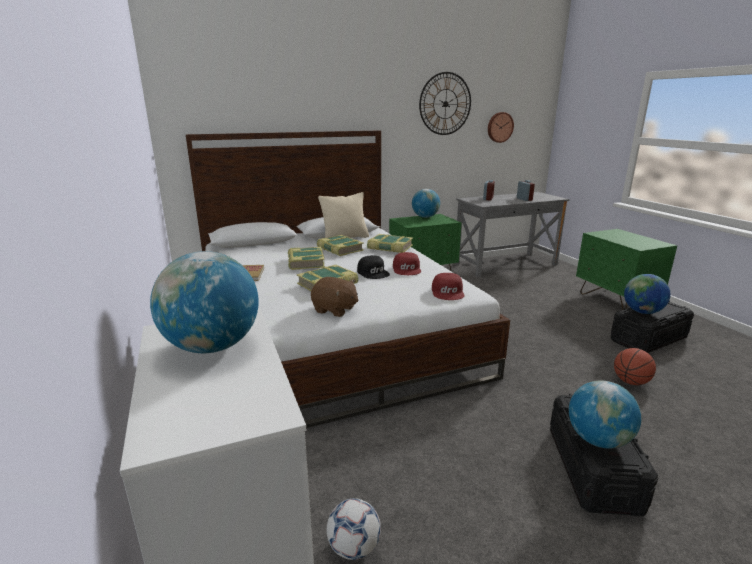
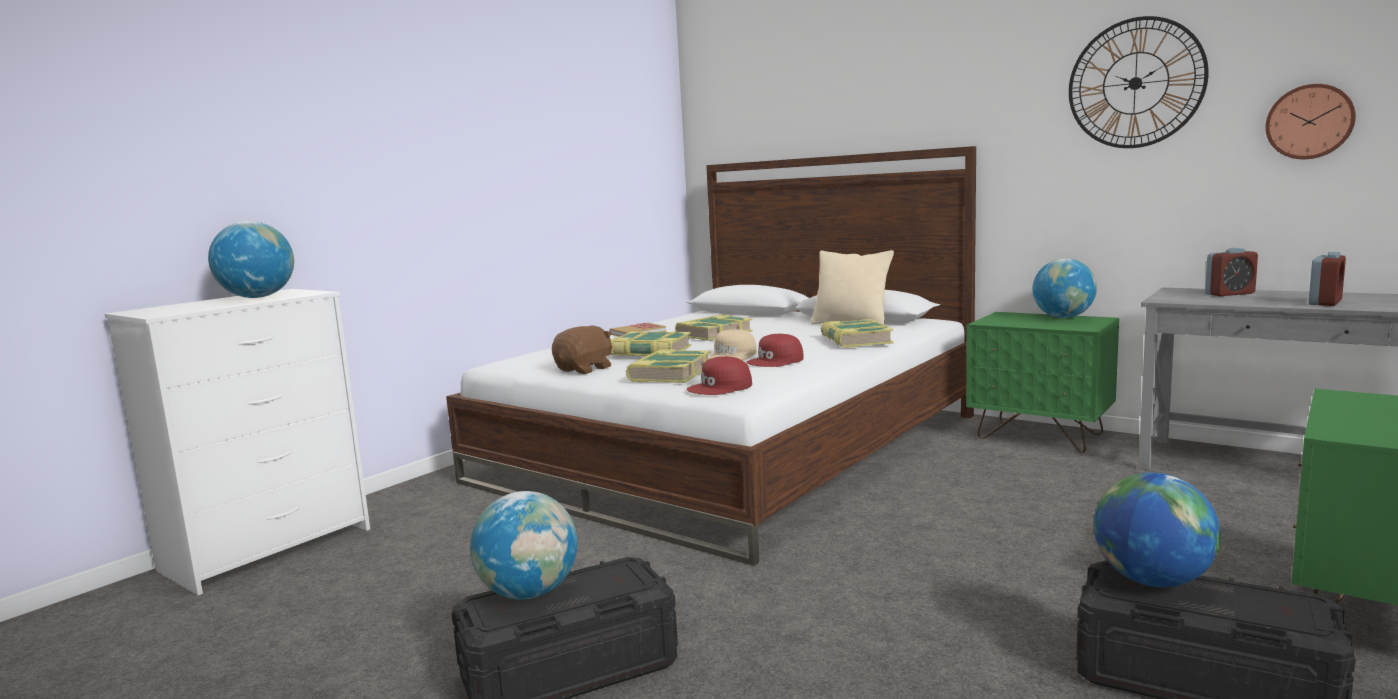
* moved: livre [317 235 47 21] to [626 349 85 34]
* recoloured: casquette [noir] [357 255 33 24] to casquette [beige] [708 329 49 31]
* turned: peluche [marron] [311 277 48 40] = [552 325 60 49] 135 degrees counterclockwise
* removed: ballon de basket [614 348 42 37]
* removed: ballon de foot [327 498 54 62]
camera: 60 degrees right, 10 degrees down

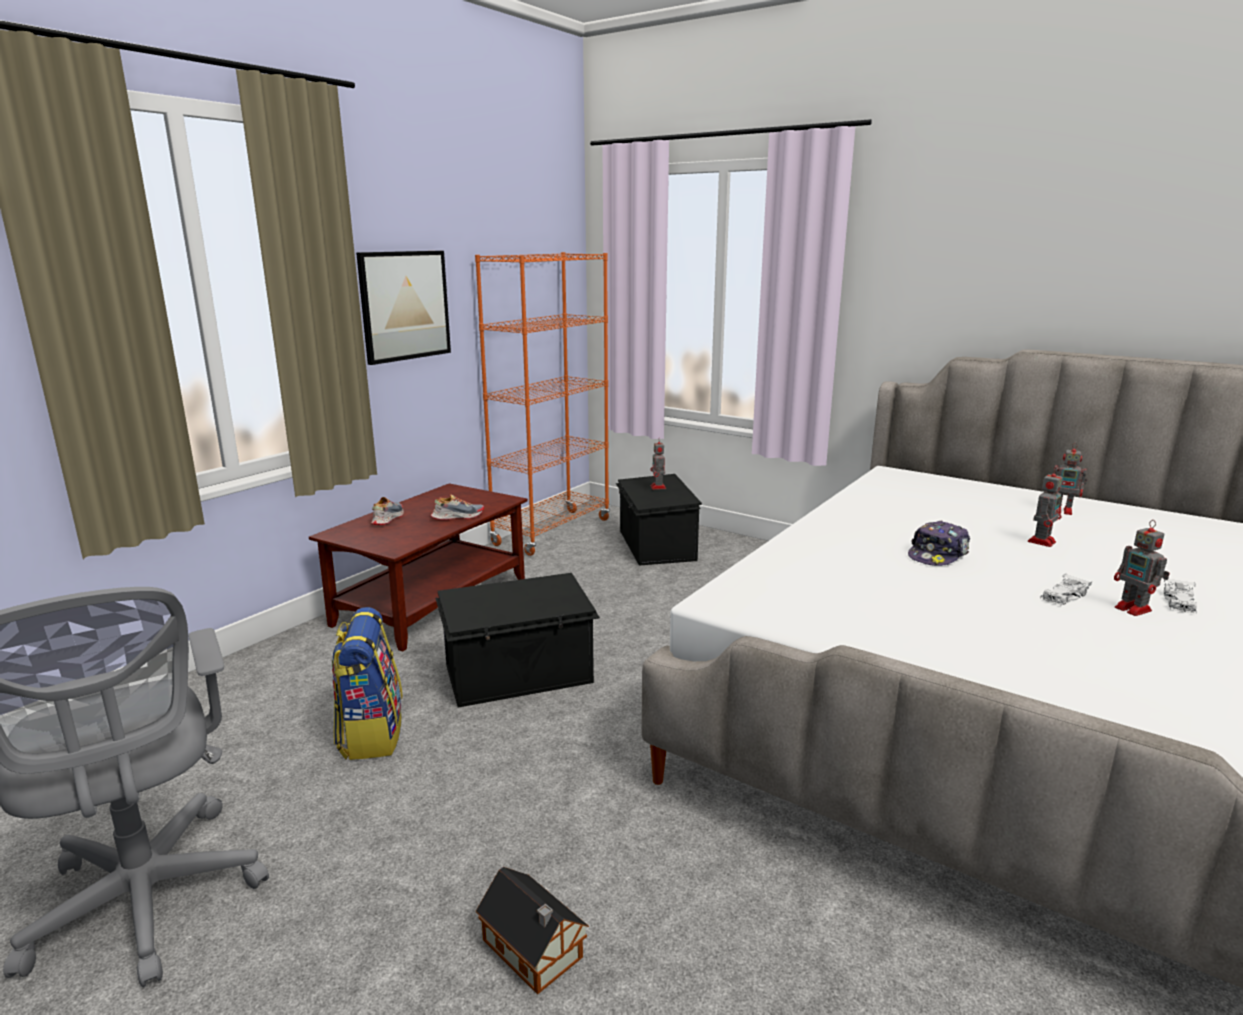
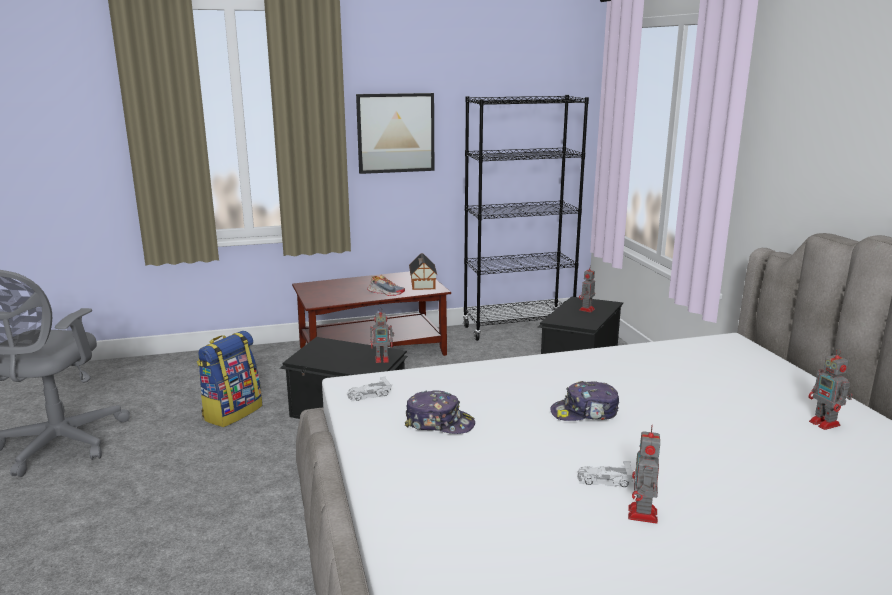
* recoloured: bibliothèque [orange] [475 252 135 304] to bibliothèque [noir] [463 95 126 246]
* moved: robot jouet [1028 467 35 80] to [370 308 24 55]
* removed: chaussure [371 497 33 28]
* moved: petite voiture [blanc] [1164 579 33 35] to [347 376 45 26]
* moved: maison miniature [476 867 113 127] to [409 253 28 37]
* added: casquette [405 390 70 44]
camera: 40 degrees right, 0 degrees up

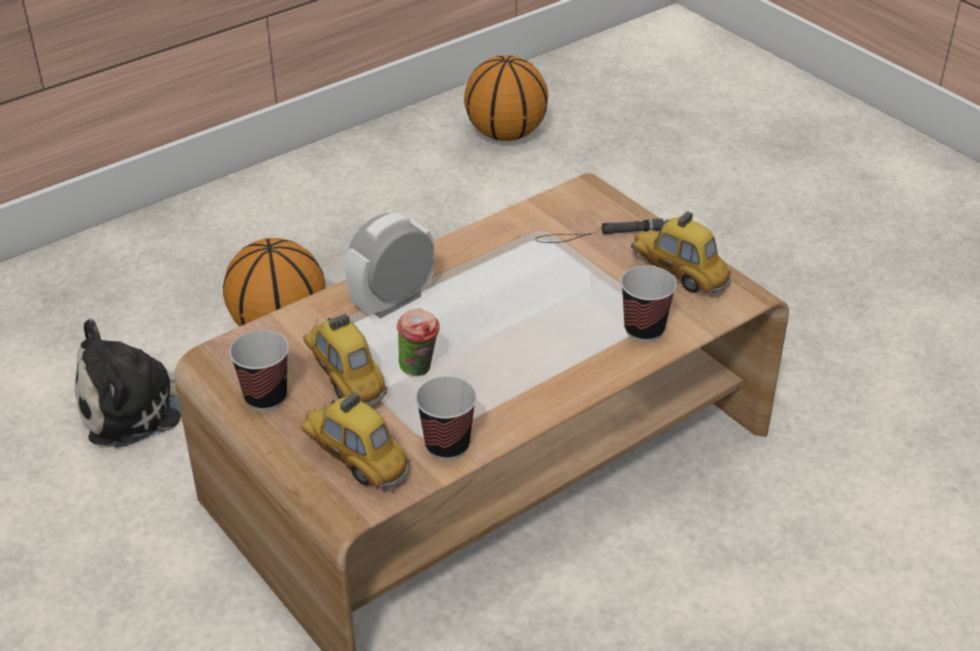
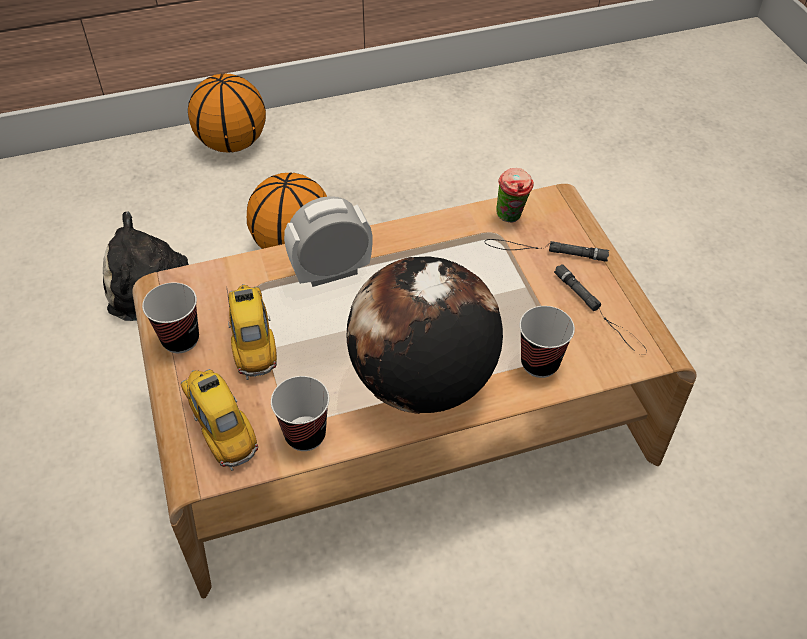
* moved: ballon de basket [464 55 84 86] to [188 73 78 80]
* replaced: petite voiture [631 211 101 85] to lampe de poche [noir] [554 264 93 91]
* moved: tasse [397 308 43 68] to [496 168 38 55]
* added: globe [347 256 156 158]
camera: 20 degrees right, 10 degrees up

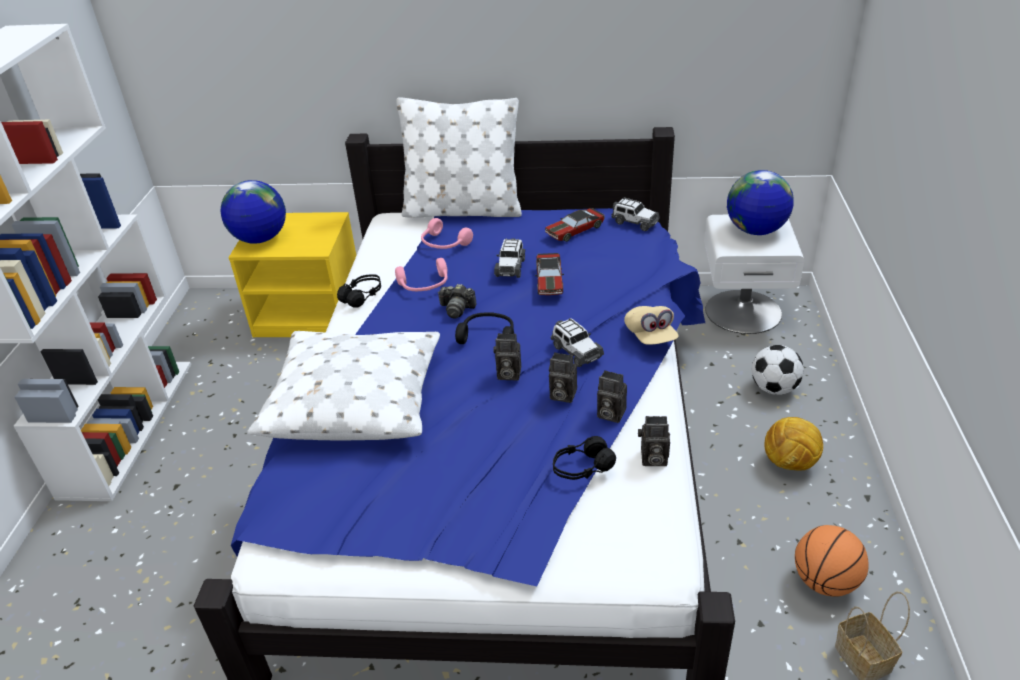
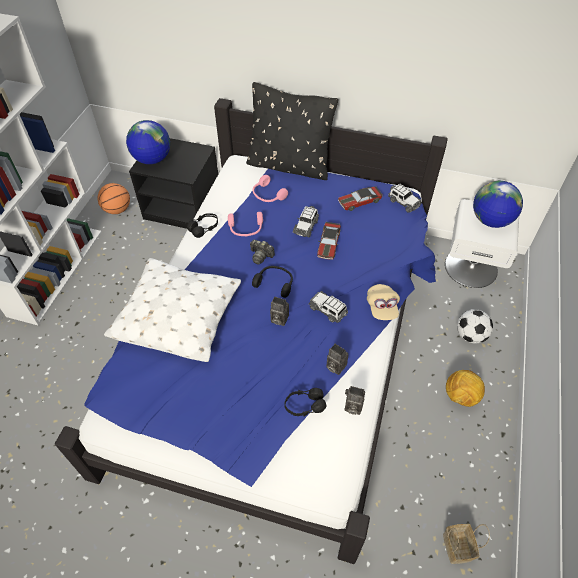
* recoloured: coussin [blanc] [396 97 126 121] to coussin [noir] [246 82 92 98]
* recoloured: table de chevet [jaune] [228 212 128 125] to table de chevet [noir] [129 138 89 91]
* turned: petite voiture [551 318 53 49] = [308 291 40 32] 150 degrees clockwise
* removed: appareil photo [549 353 28 50]
* moved: ballon de basket [795 525 73 72] to [98 183 32 31]
camera: 10 degrees right, 15 degrees up

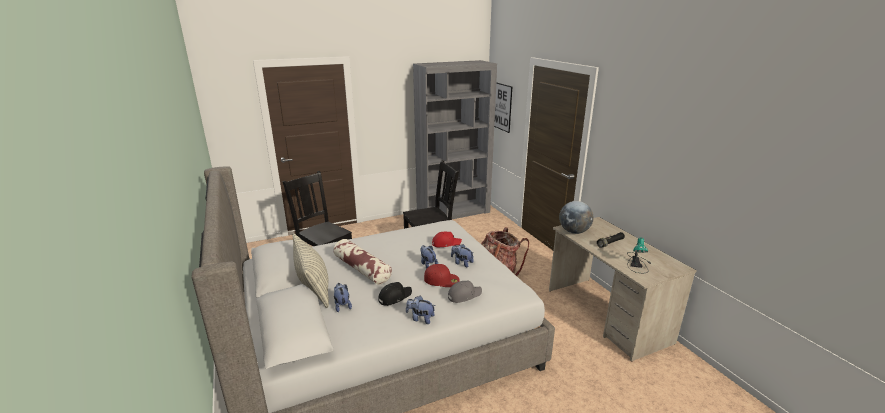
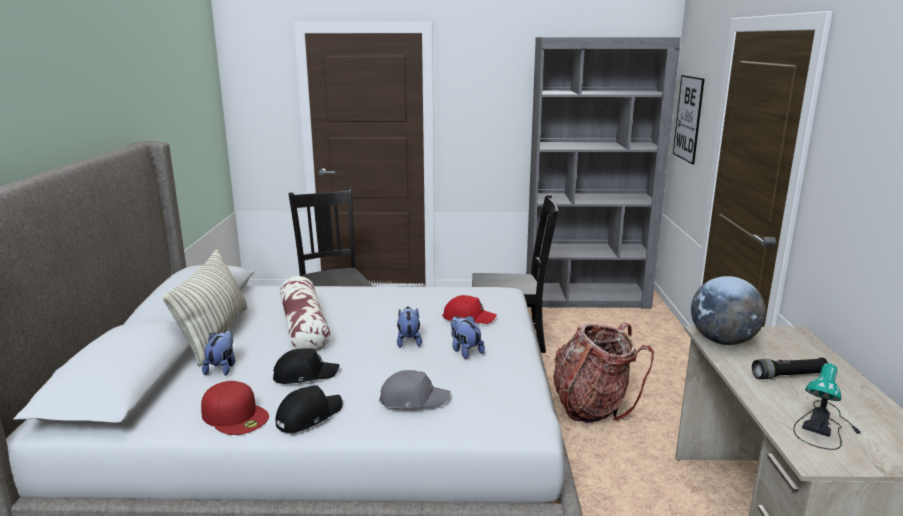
* moved: casquette [rouge] [424 264 36 23] to [201 381 68 54]
* replaced: peluche [406 296 29 28] to casquette [noir] [276 385 66 48]
camera: 25 degrees right, 5 degrees down

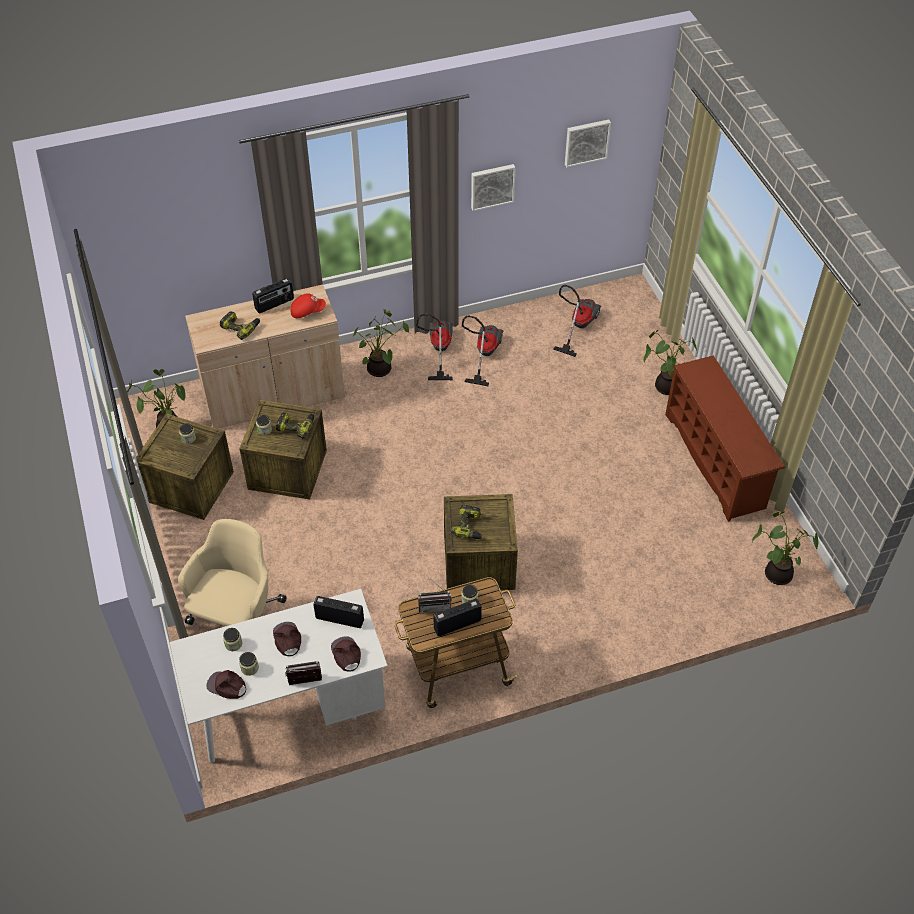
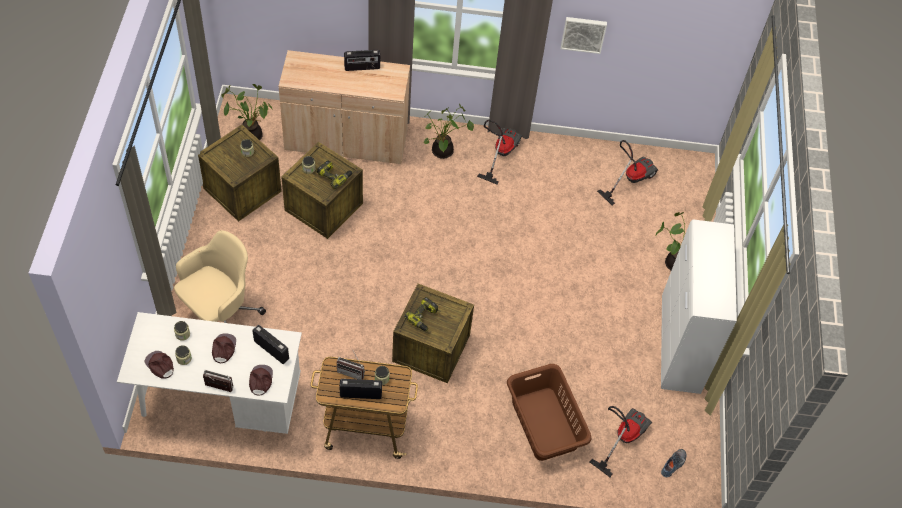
* removed: tableau [565 119 46 48]
* removed: casquette [rouge] [291 293 35 25]
* removed: perceuse [220 311 40 29]
* moved: aspirateur [462 316 42 70] to [589 406 63 71]
* replaced: étagère à chaussures [marron] [665 356 120 166] to meuble de rangement [blanc] [661 220 76 174]
* replaced: plante en pot [752 511 66 74] to chaussure [661 449 26 28]
* added: panier à linge [marron] [507 364 84 97]
camera: 20 degrees right, 5 degrees up

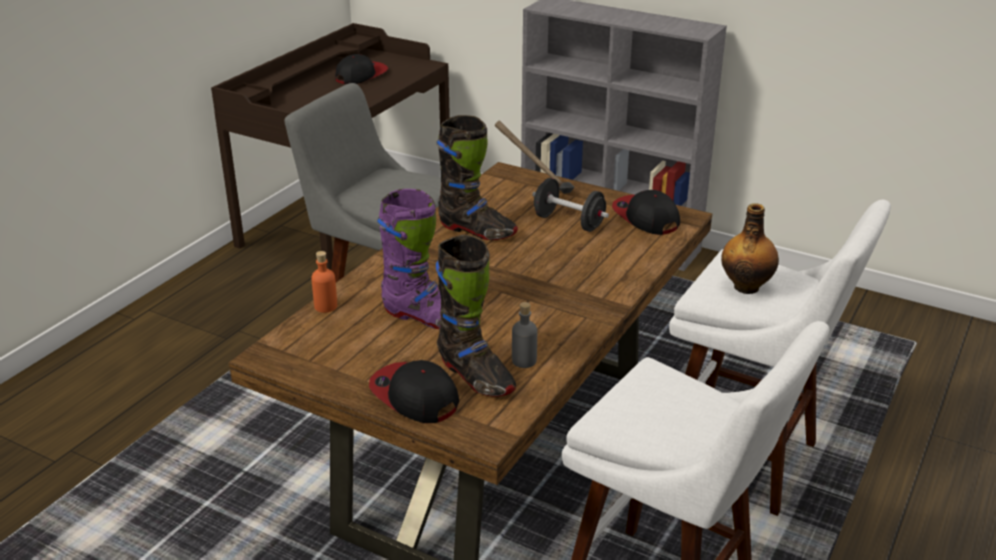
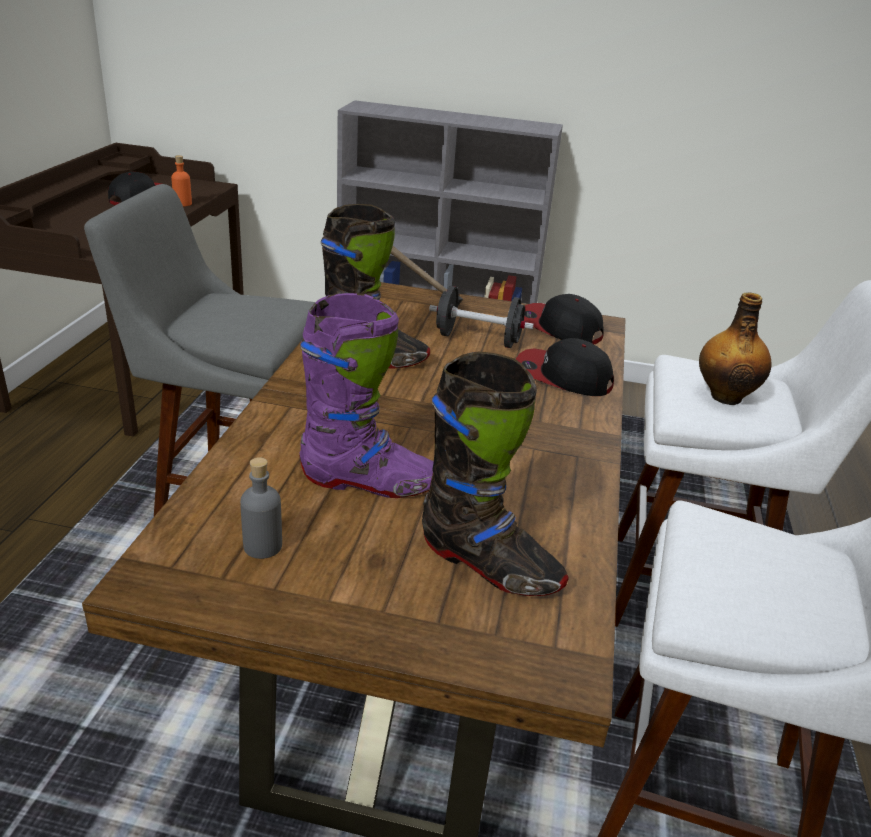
* moved: bouteille [orange] [311 251 26 62] to [171 155 21 51]
* moved: bouteille [gris] [512 302 25 66] to [240 457 42 102]
* moved: casquette [369 360 90 63] to [516 338 98 58]
camera: 20 degrees left, 0 degrees up

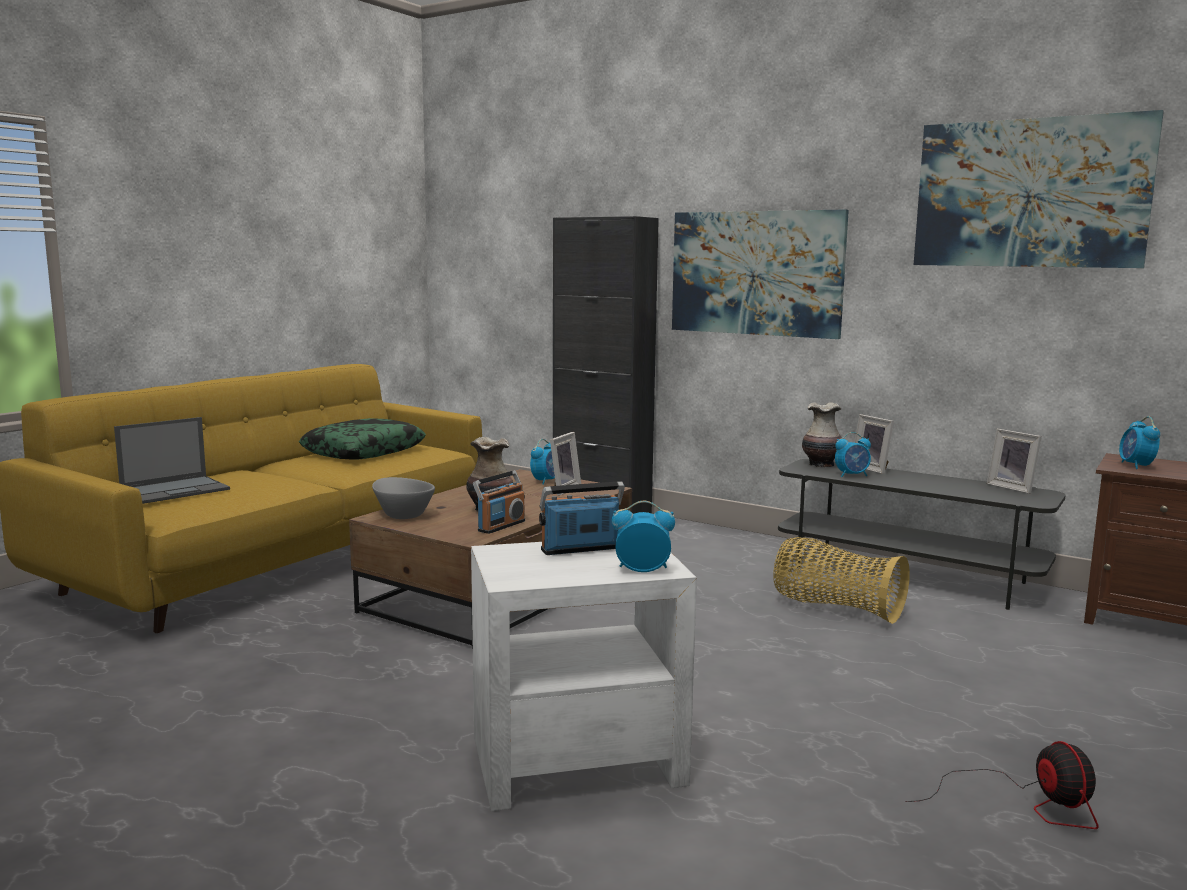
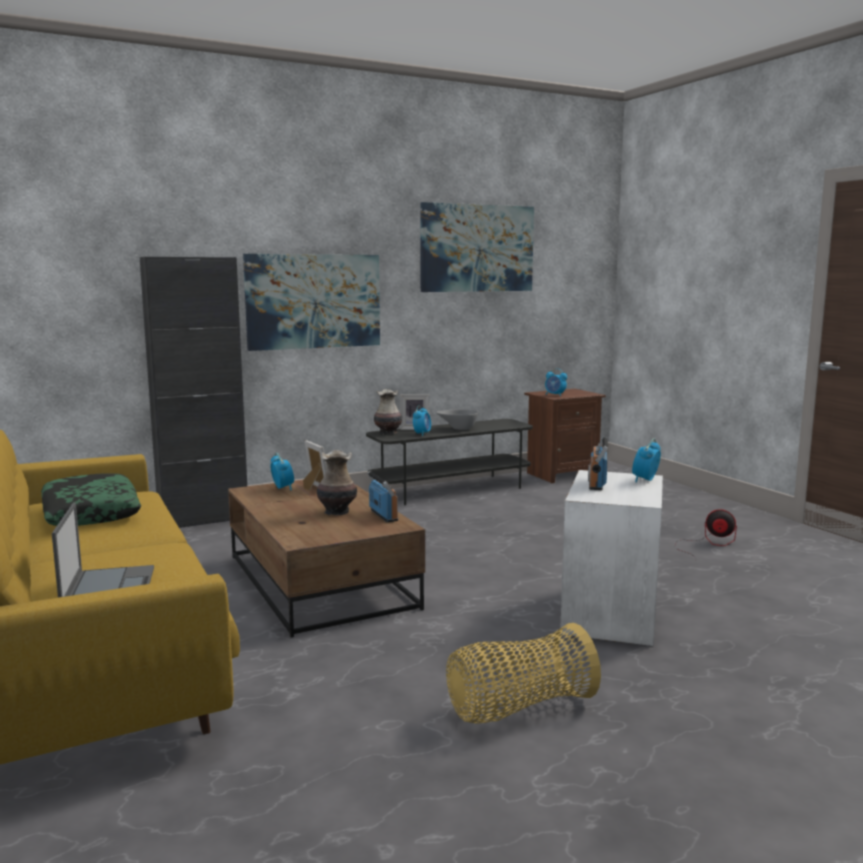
* removed: cadre photo [987 429 55 65]
* moved: bol [gris] [372 477 63 42] to [436 409 42 21]
* moved: panier [773 537 137 87] to [446 623 155 101]
camera: 60 degrees left, 0 degrees up

